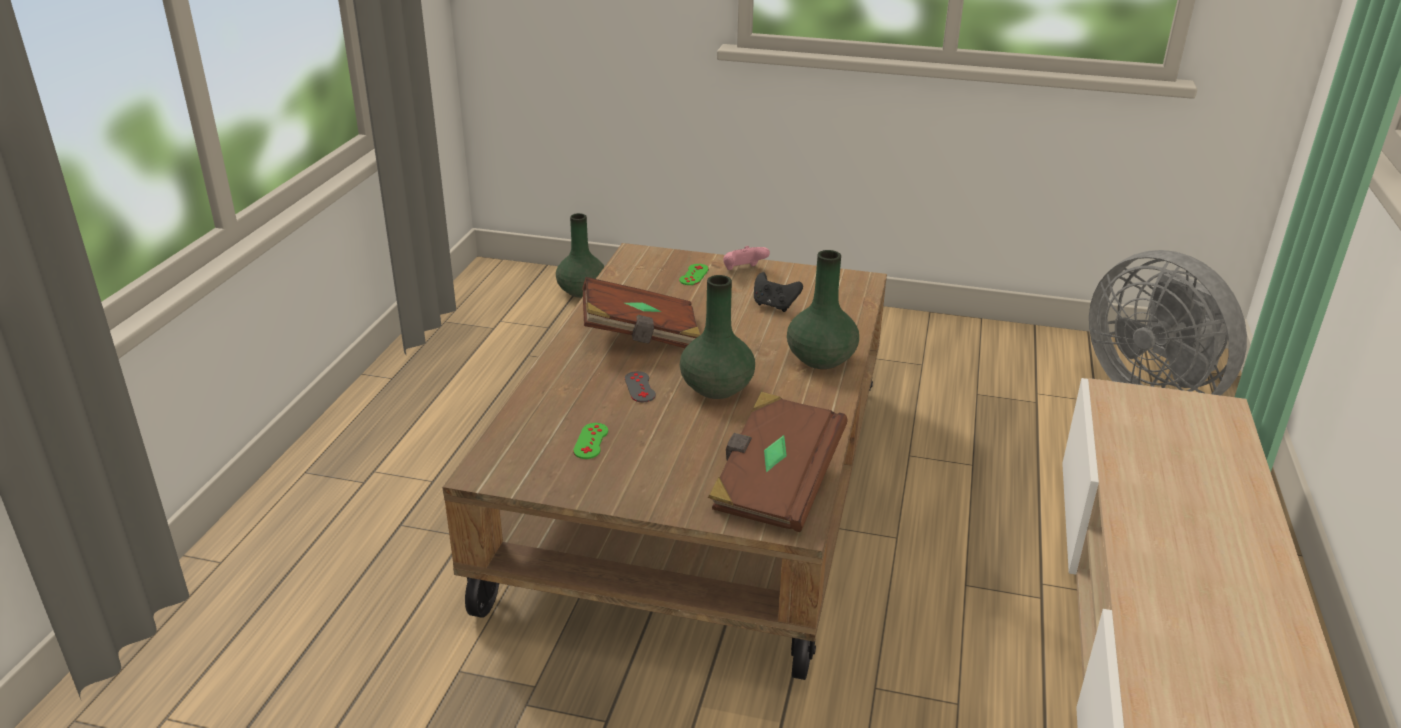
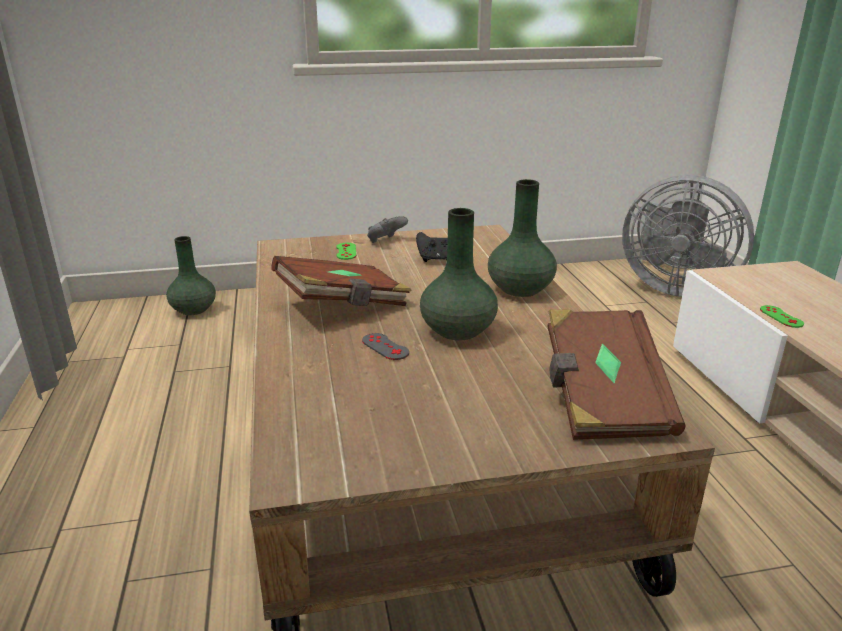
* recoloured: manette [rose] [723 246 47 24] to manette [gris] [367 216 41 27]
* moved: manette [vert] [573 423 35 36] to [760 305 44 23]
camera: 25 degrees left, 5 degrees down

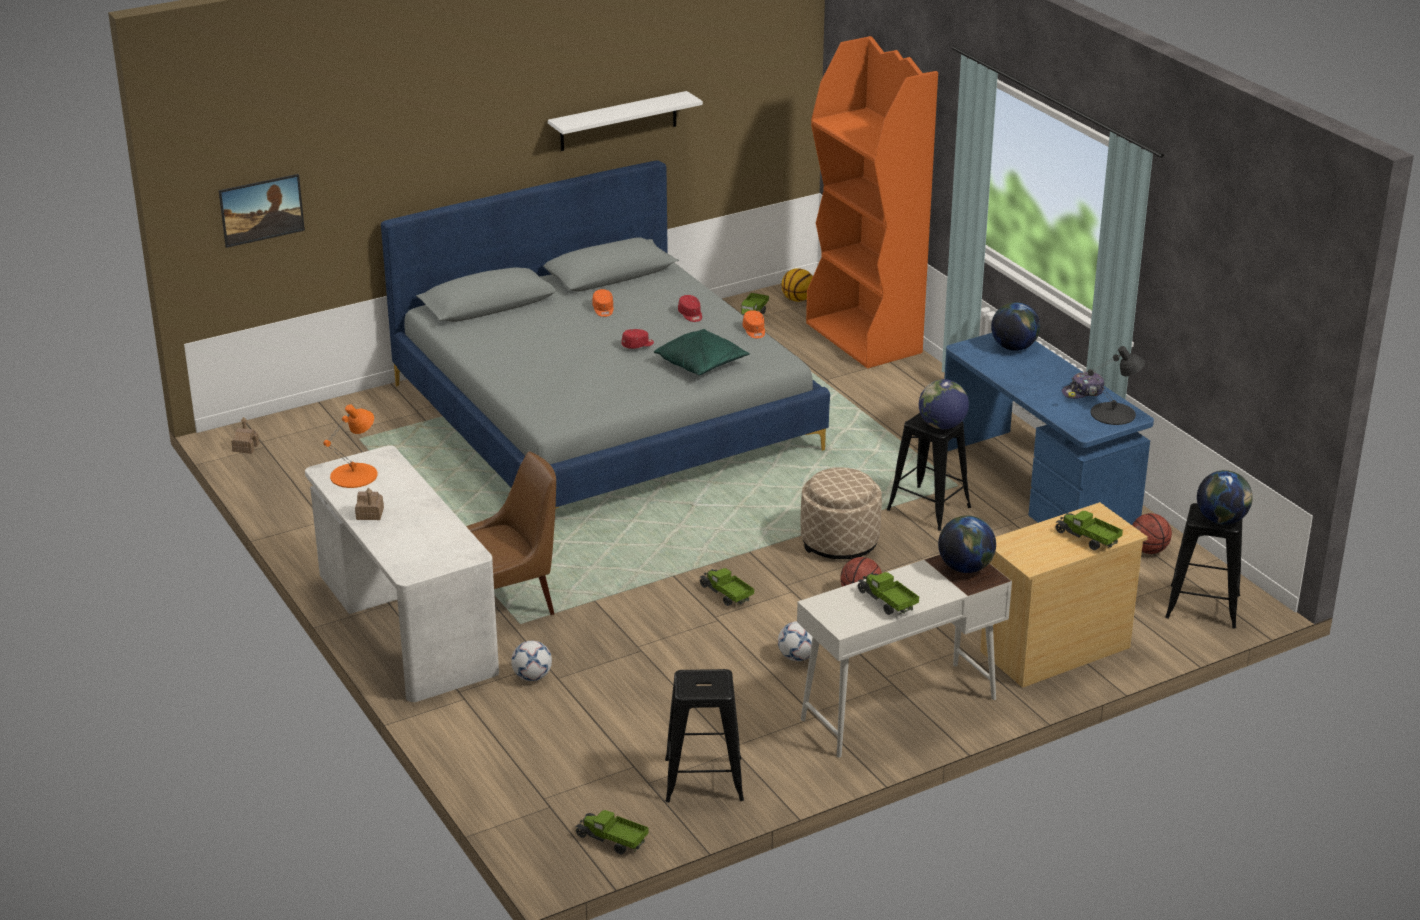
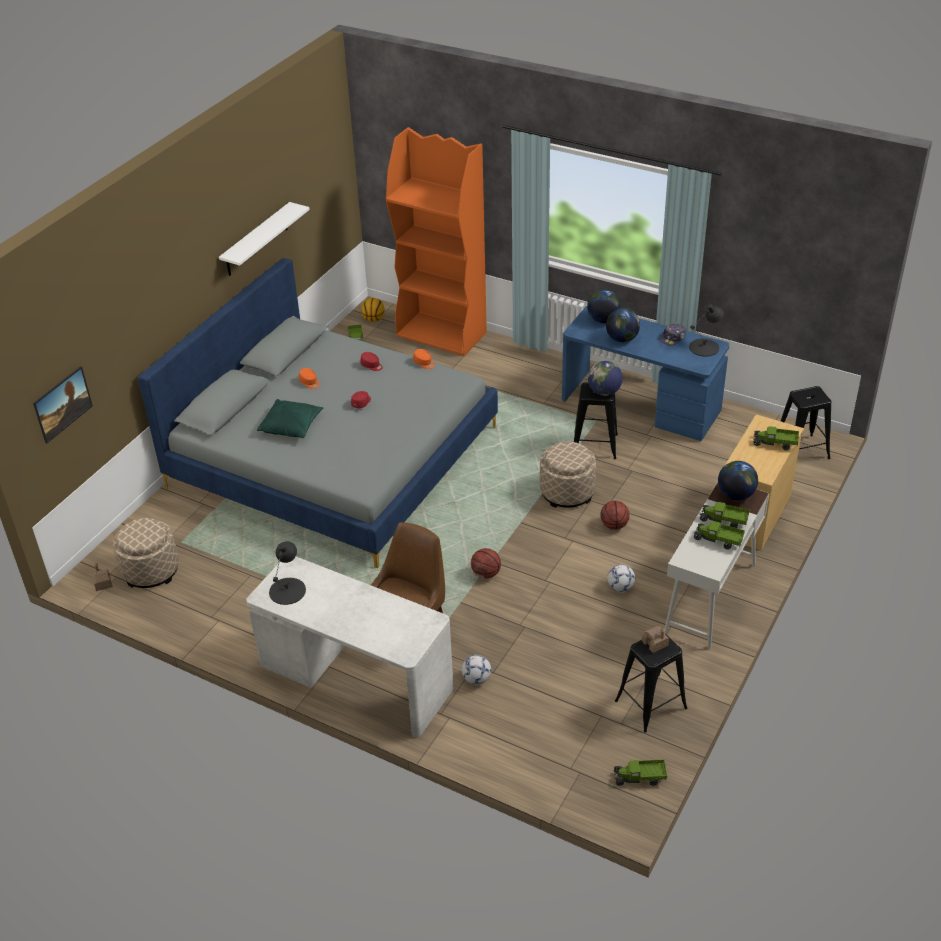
* moved: coussin [vert] [654 329 96 46] to [257 399 66 39]
* recoloured: lampe de table [orange] [323 404 55 84] to lampe de table [noir] [269 541 37 64]
* moved: globe [1197 470 56 55] to [606 308 34 34]
* moved: maison miniature [355 488 29 32] to [642 626 27 27]
* moved: ballon de basket [1132 513 40 41] to [471 548 30 30]
* moved: camion jouet [699 568 55 38] to [700 502 50 26]
* added: pouf [beige] [113 518 66 70]
camera: 30 degrees left, 10 degrees up

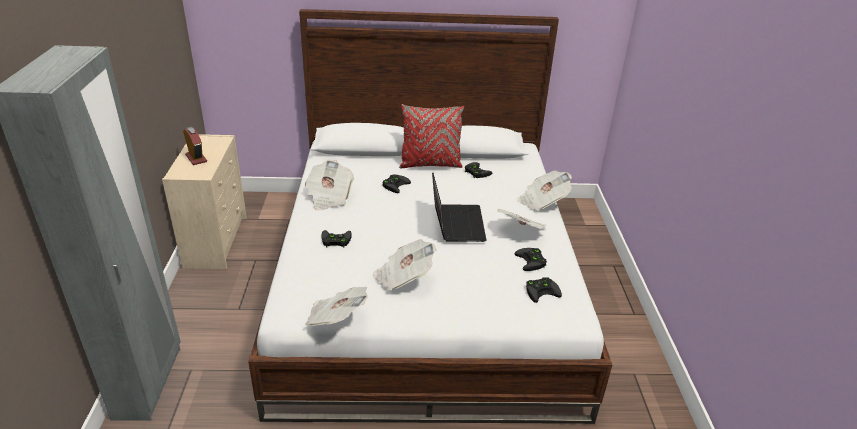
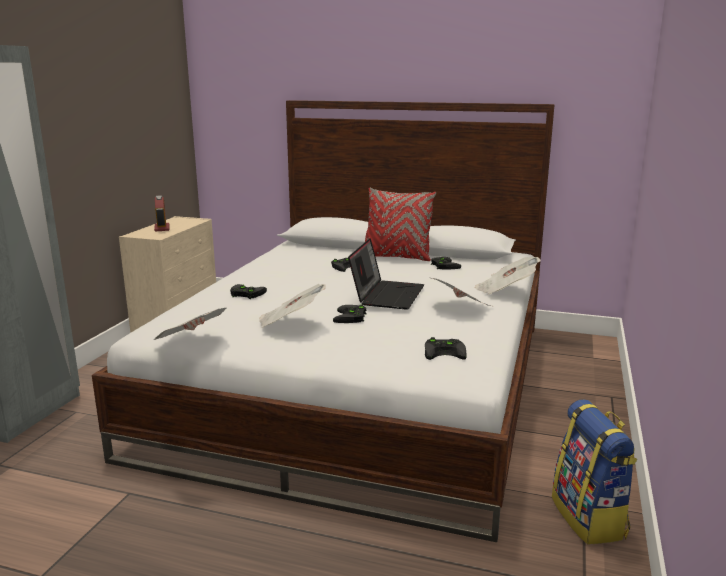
* removed: journal [305 160 49 50]
* moved: manette [noir] [515 248 32 23] to [333 305 34 18]
* added: sac à dos [552 399 86 146]
camera: 20 degrees right, 15 degrees down

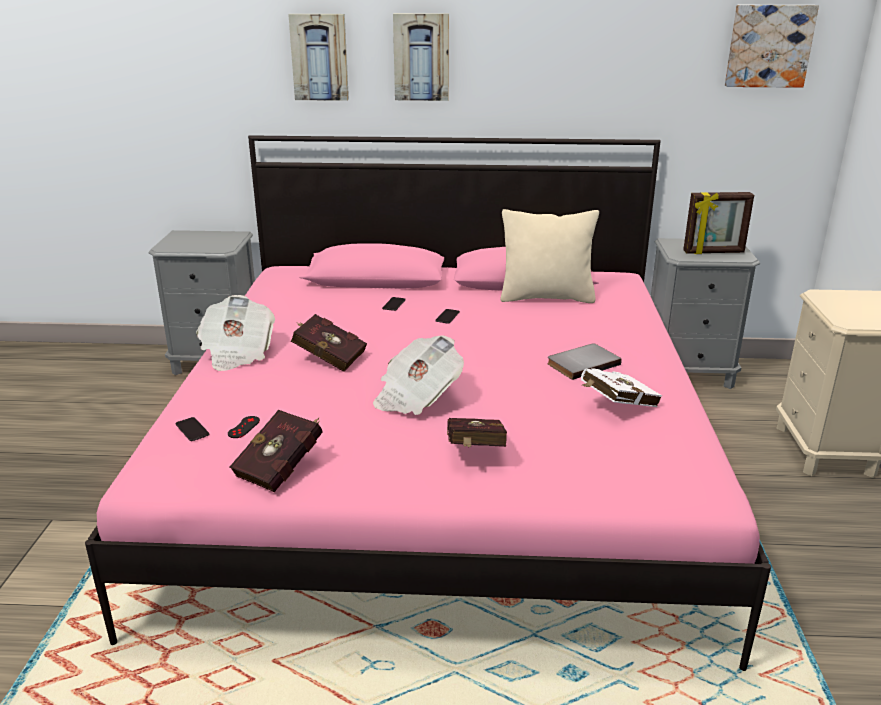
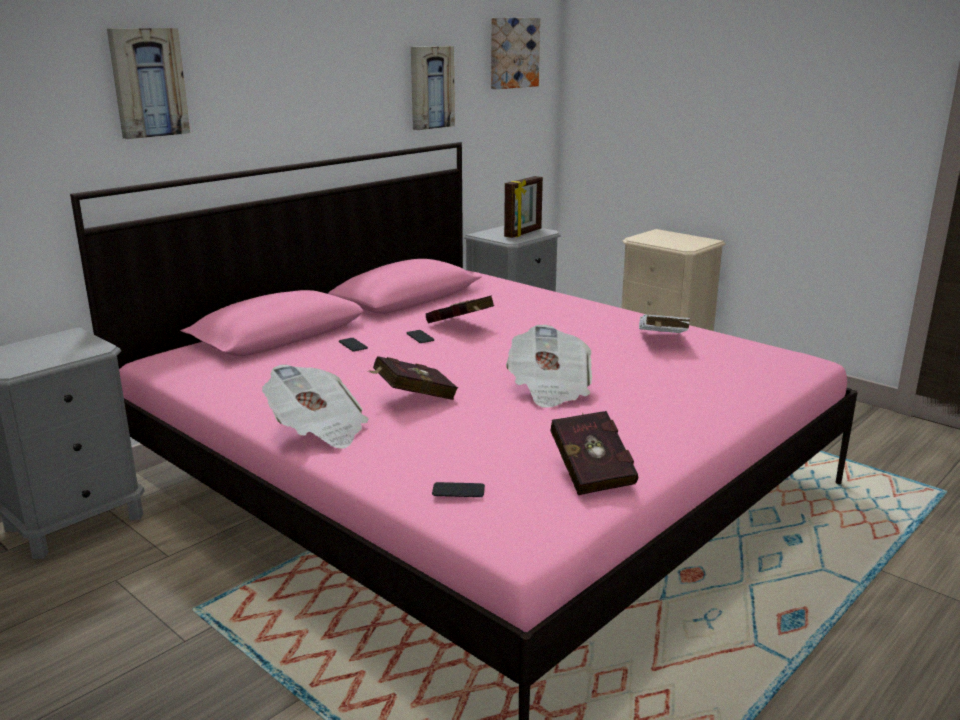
* moved: tableau [393 13 56 88] to [411 46 44 84]
* removed: coussin [beige] [500 209 99 94]
* removed: livre [gris] [547 343 75 37]
* removed: manette [noir] [228 416 32 22]
* moved: livre [rouge] [447 418 60 30] to [426 295 68 28]
camera: 50 degrees left, 5 degrees down

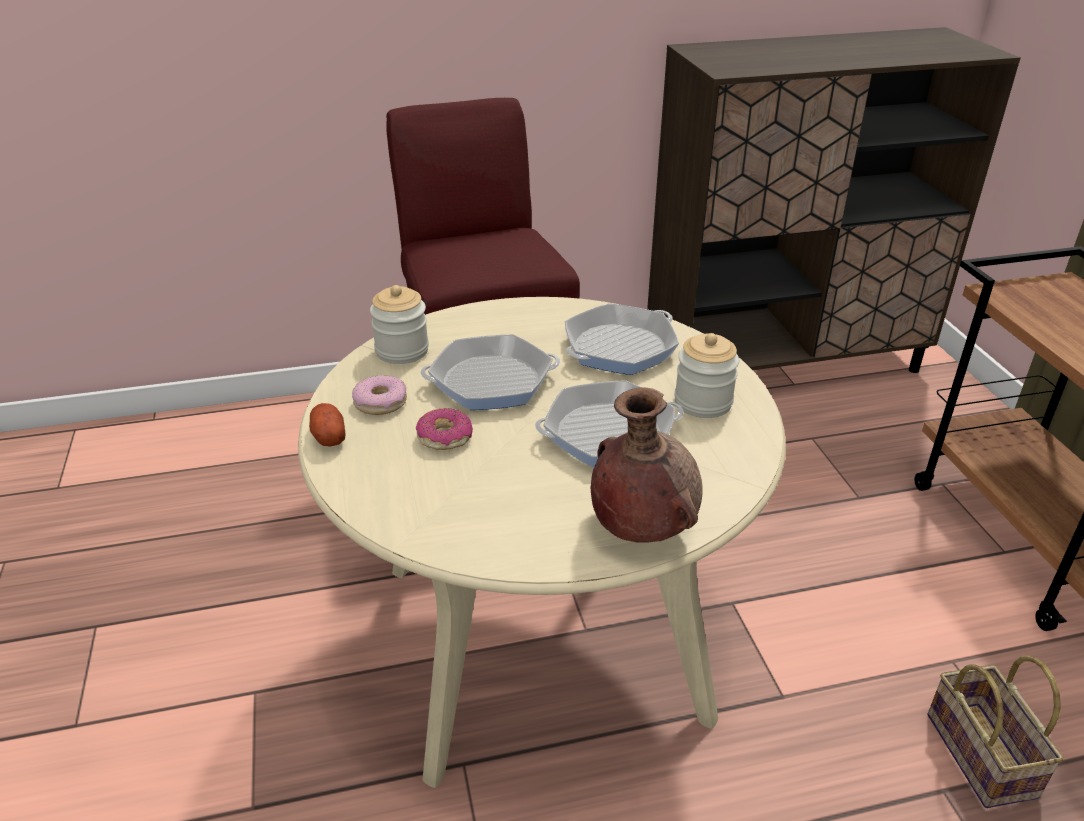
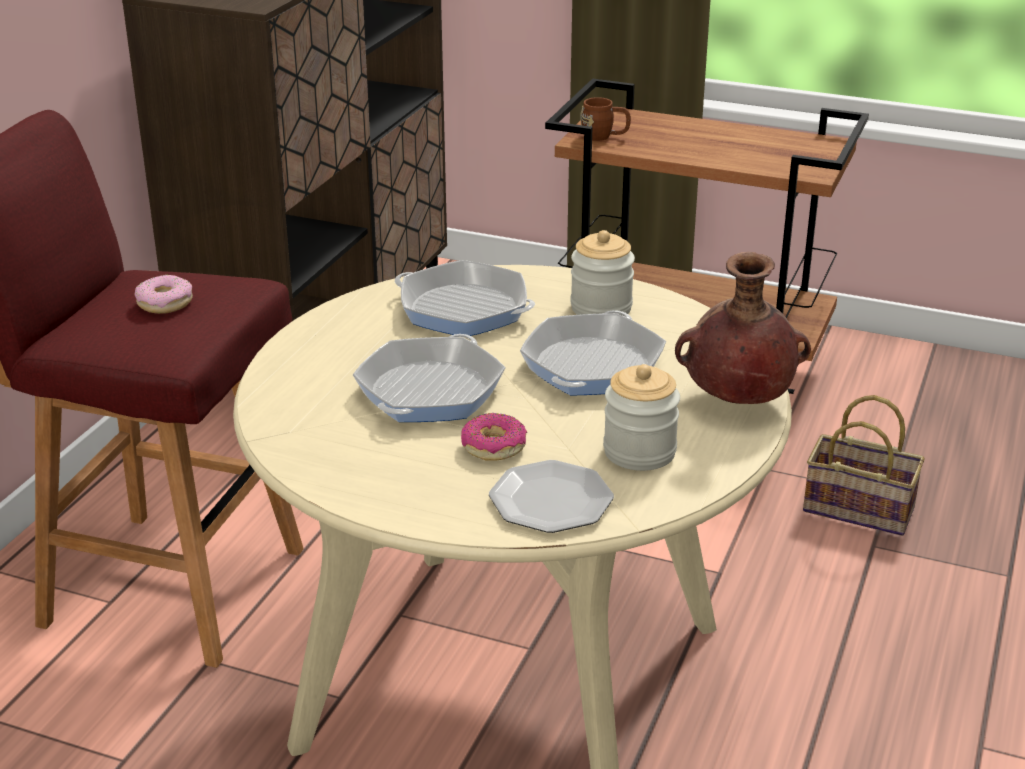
* moved: bocal [370 285 59 79] to [603 364 77 107]
* turned: poêle [565 303 114 72] = [395 260 140 76] 120 degrees clockwise
* moved: beignet [352 375 55 40] to [134 275 59 39]
* removed: pomme de terre [309 403 37 44]
* added: mug [marron] [580 97 51 44]
* added: assiette [489 460 125 73]
camera: 55 degrees left, 5 degrees down

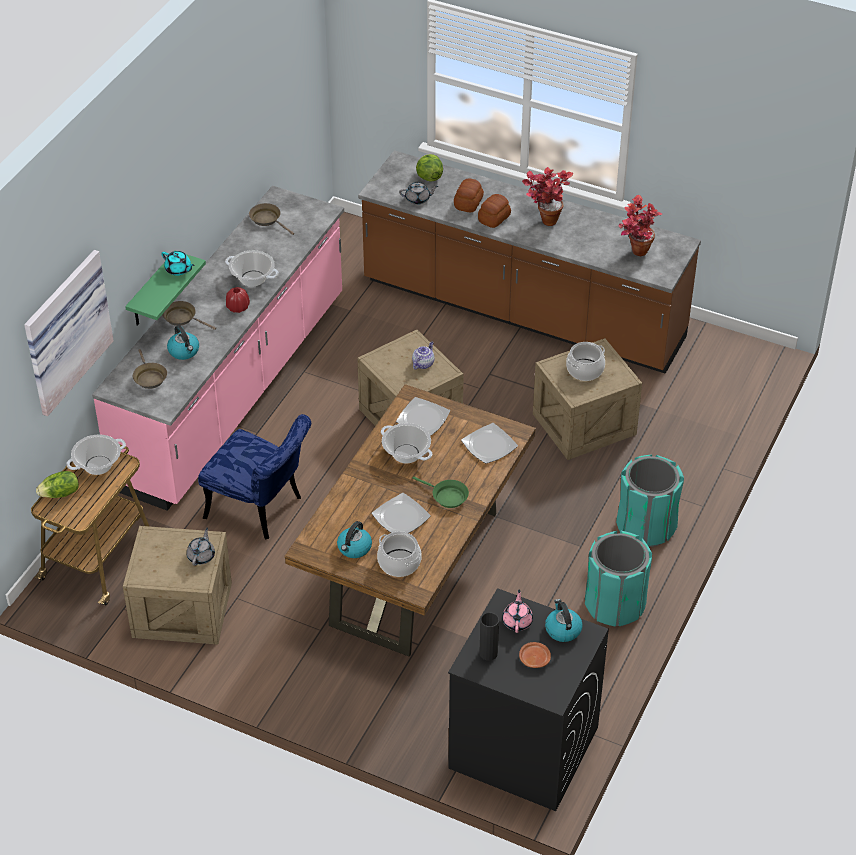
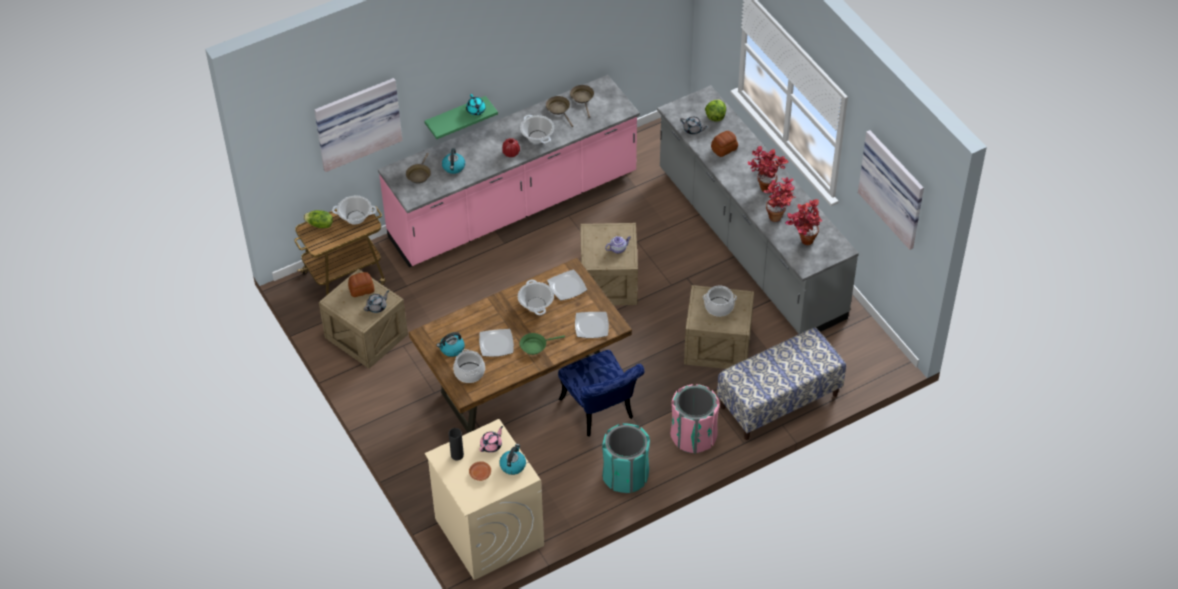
* recoloured: comptoir de cuisine [marron] [358 150 343 224] to comptoir de cuisine [gris] [657 85 202 249]
* moved: pain [478 194 33 34] to [348 272 27 25]
* moved: poêle [marron] [162 301 54 29] to [546 96 27 31]
* moved: chaise [bleu] [198 414 113 126] to [558 350 86 87]
* recoloured: poubelle [turquoise] [616 455 68 92] to poubelle [rose] [670 384 50 69]
* turned: poêle [vert] [412 476 57 32] = [520 333 45 22] 90 degrees clockwise
* recoloured: lave-linge [noir] [448 588 161 223] to lave-linge [beige] [425 419 119 161]
* added: tableau [858 130 66 120]
* added: plante en pot [763 177 33 45]
* added: banc [717 327 129 113]
camera: 35 degrees right, 5 degrees up

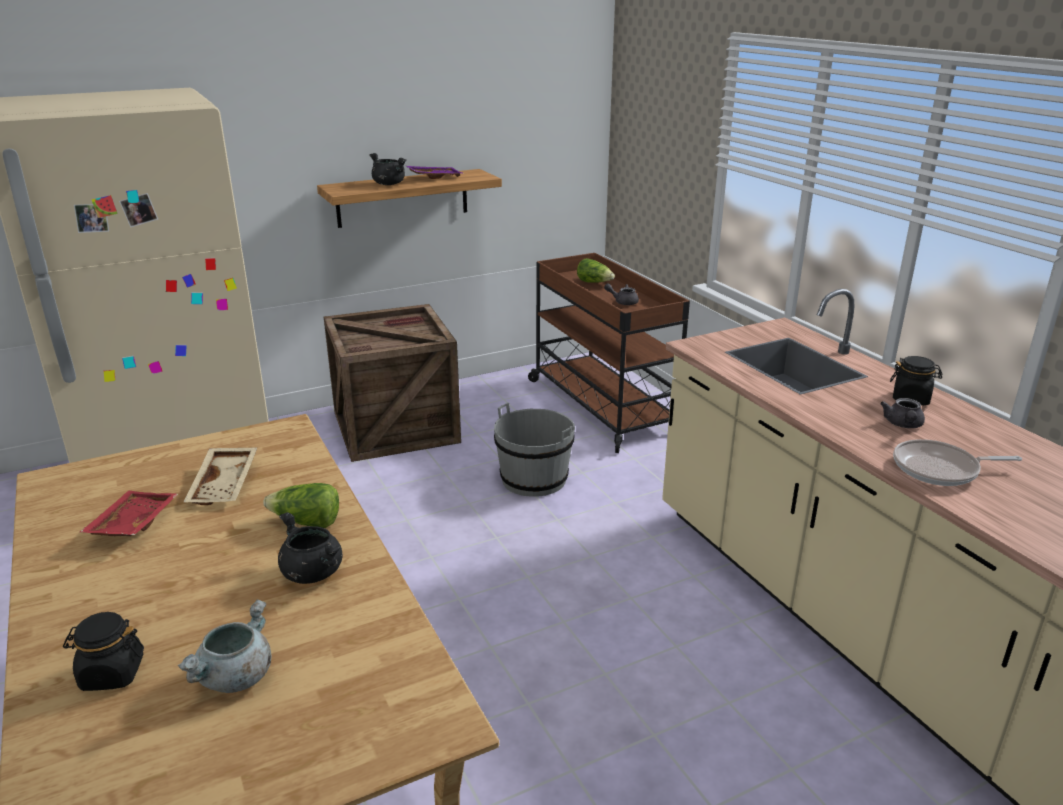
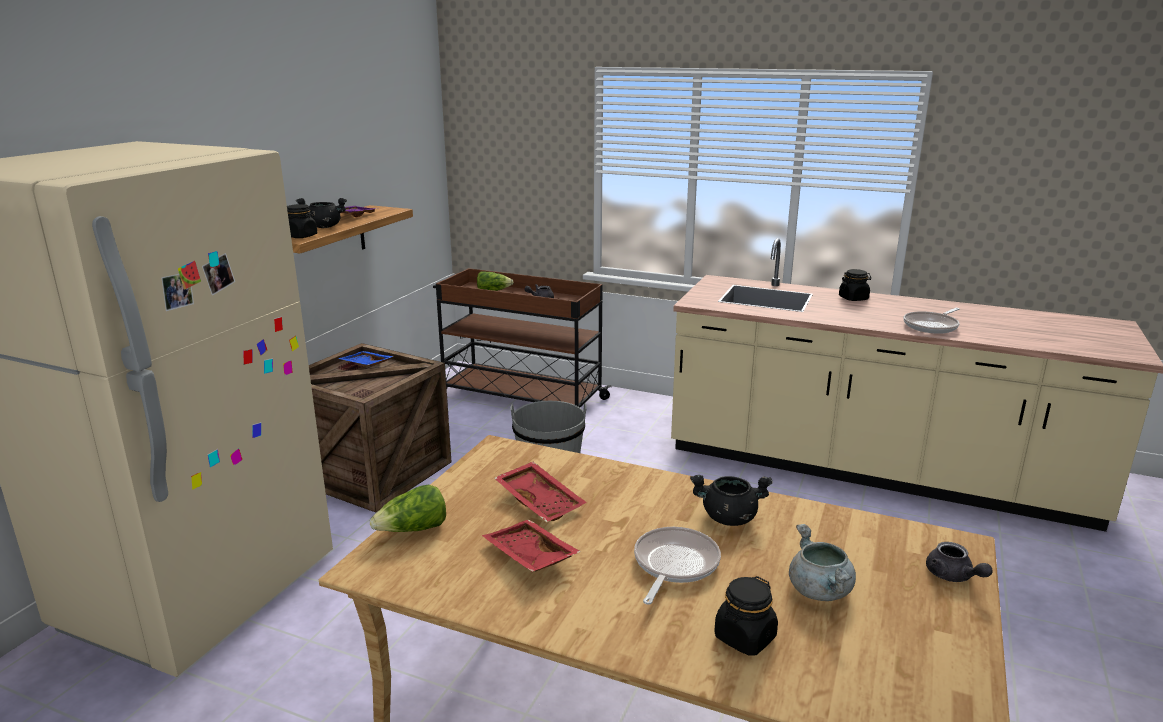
* moved: théière [gris] [880 398 45 30] to [926 542 67 40]
* recoloured: plateau [beige] [183 447 75 58] to plateau [rouge] [494 462 93 60]
* moved: laitue [263 483 76 45] to [370 484 76 48]
* added: bocal [noir] [287 204 31 34]
* added: plateau [bleu] [338 351 56 15]
* added: poêle [634 527 87 78]
camera: 40 degrees left, 5 degrees down

